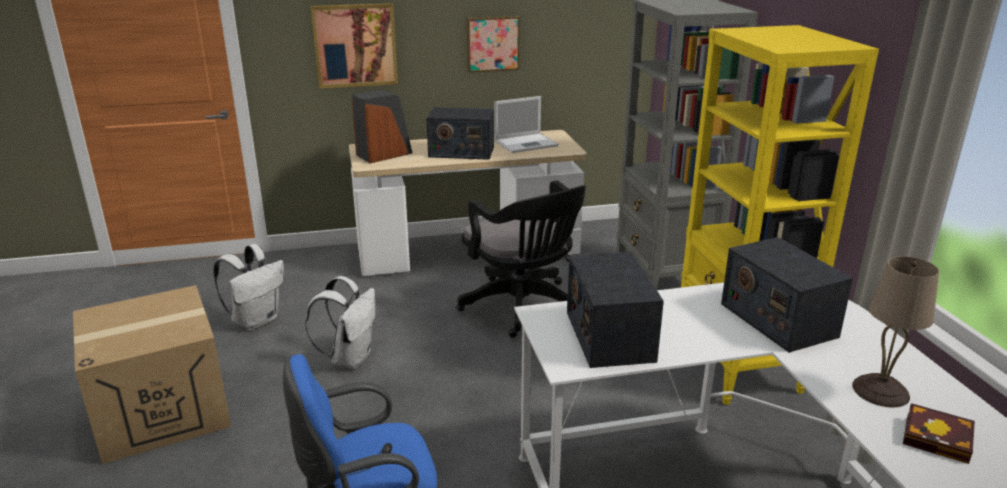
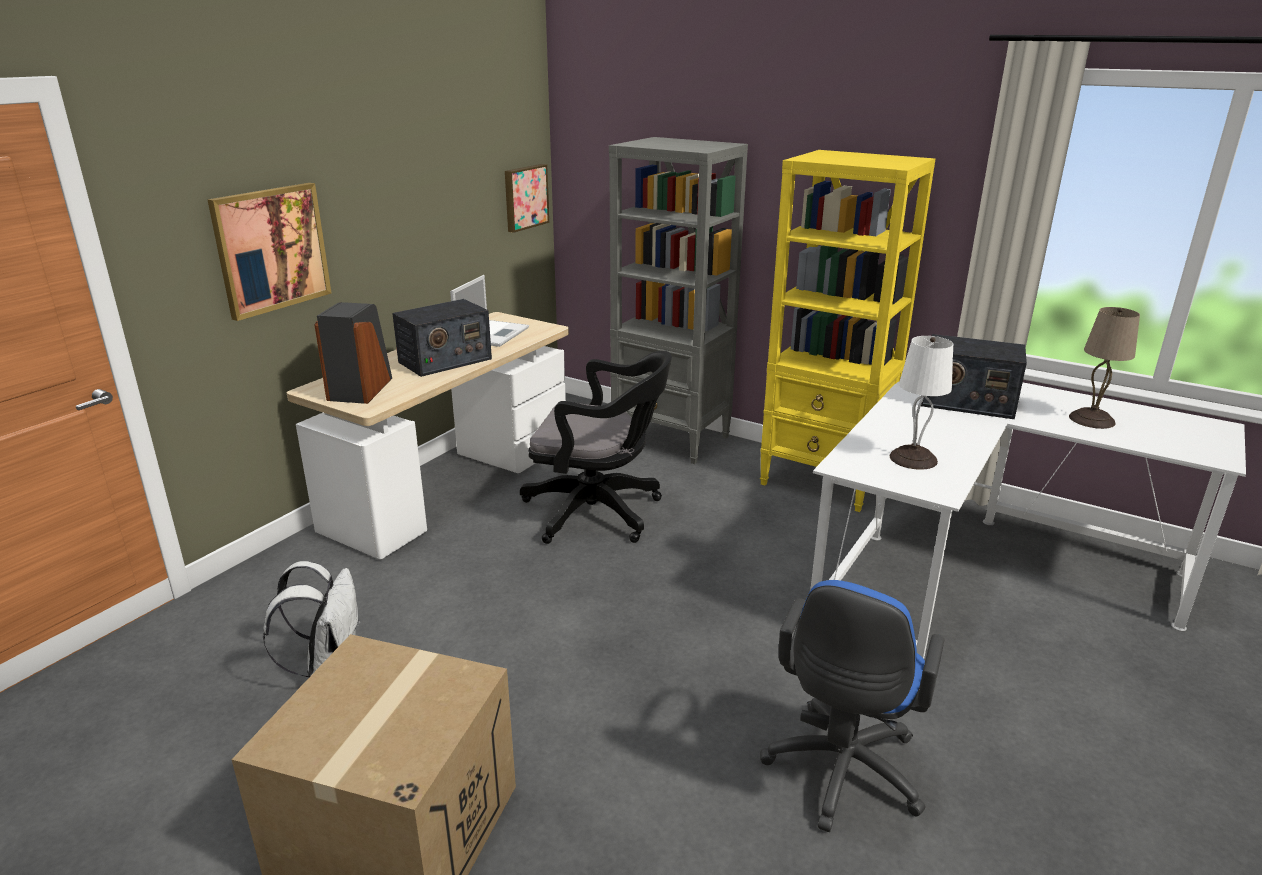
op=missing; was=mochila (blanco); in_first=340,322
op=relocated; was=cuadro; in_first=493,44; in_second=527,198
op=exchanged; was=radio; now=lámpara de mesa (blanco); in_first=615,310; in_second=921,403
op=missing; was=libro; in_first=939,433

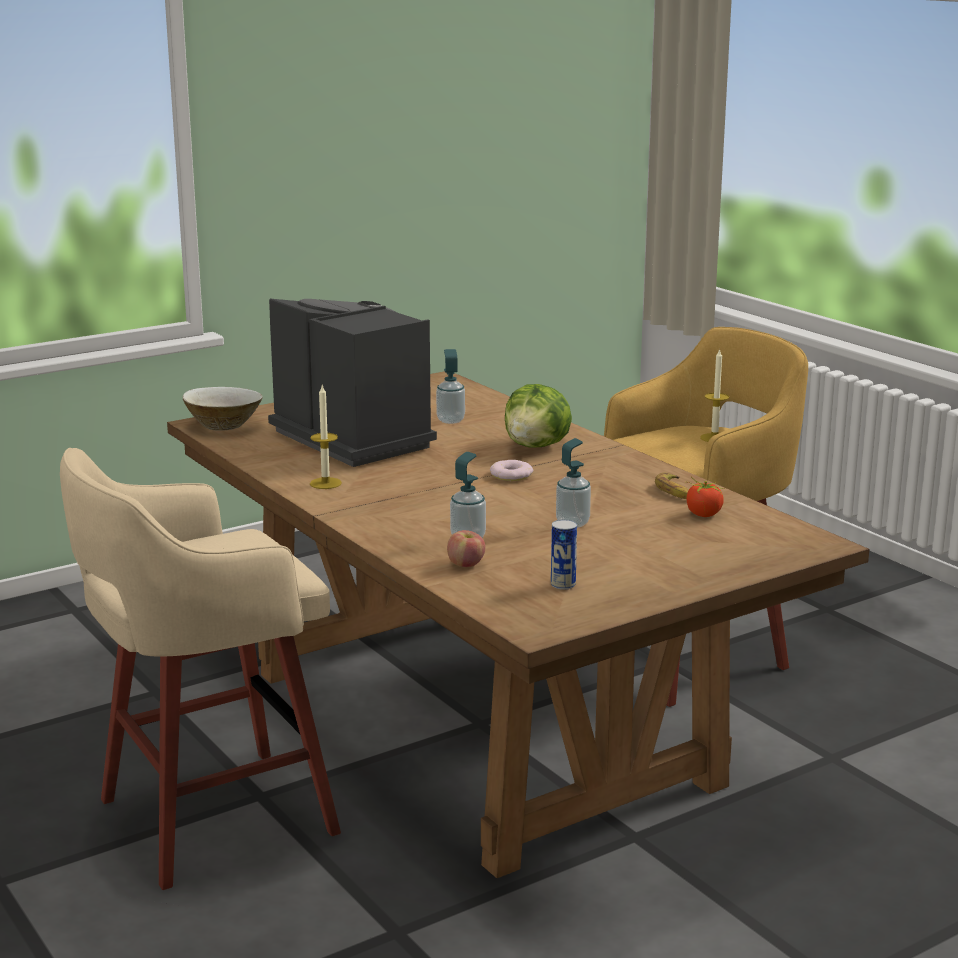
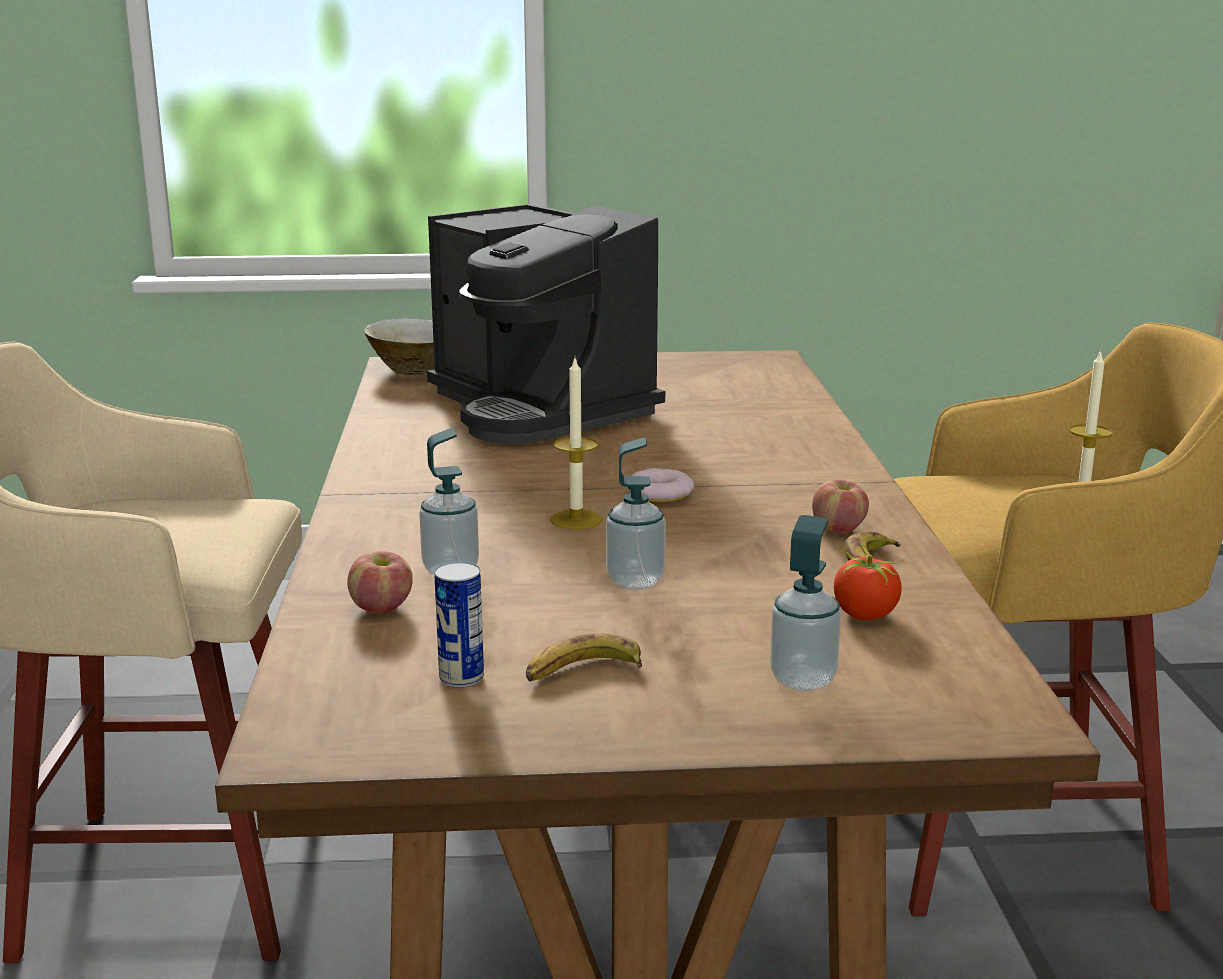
op=spun; was=cafetera; in_first=352,383; in_second=546,324; clockwise=150
op=relocated; was=vela; in_first=326,437; in_second=576,442
op=relocated; was=dispensador de jabón; in_first=450,386; in_second=805,603
op=missing; was=lechuga; in_first=538,415
op=appeared; now=plátano; in_second=584,657
op=appeared; now=manzana; in_second=840,506

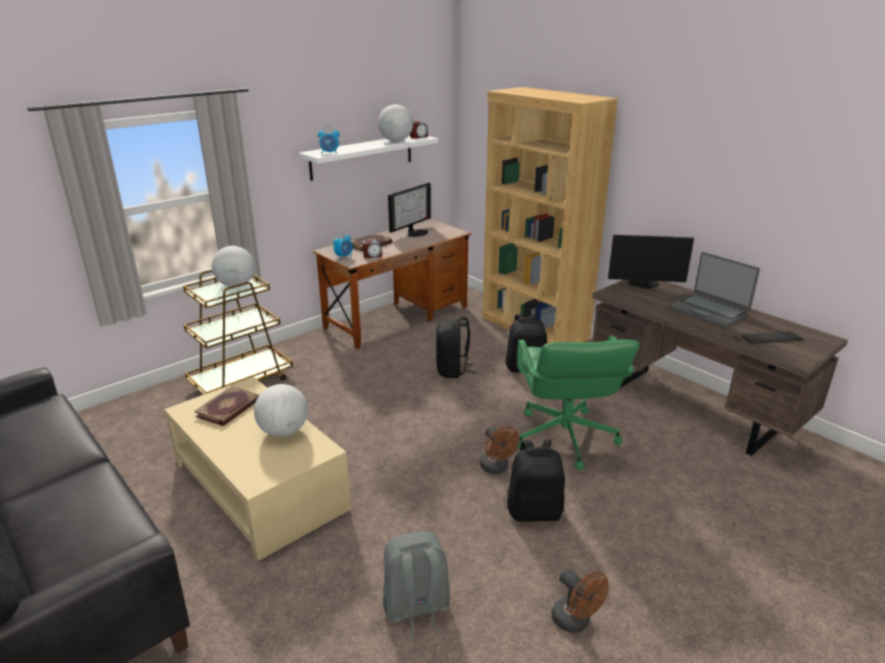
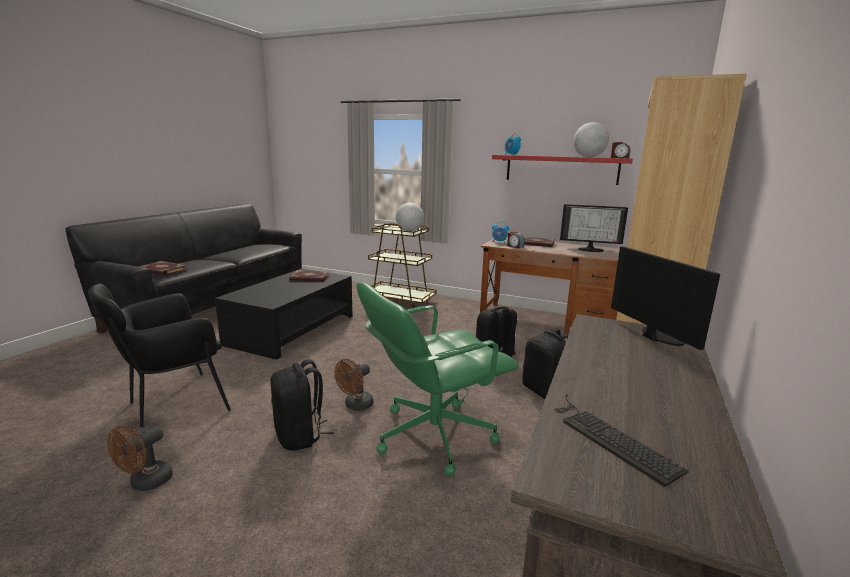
op=colour; was=mesa de centro (beis); now=mesa de centro (negro); in_first=257,468; in_second=283,314
op=missing; was=globo terráqueo; in_first=281,410
op=colour; was=estante (blanco); now=estante (rojo); in_first=368,158; in_second=562,170
op=exchanged; was=mochila (gris); now=sillón (negro); in_first=416,586; in_second=159,355
op=missing; was=portátil; in_first=715,290
op=appeared; now=libro; in_second=162,268

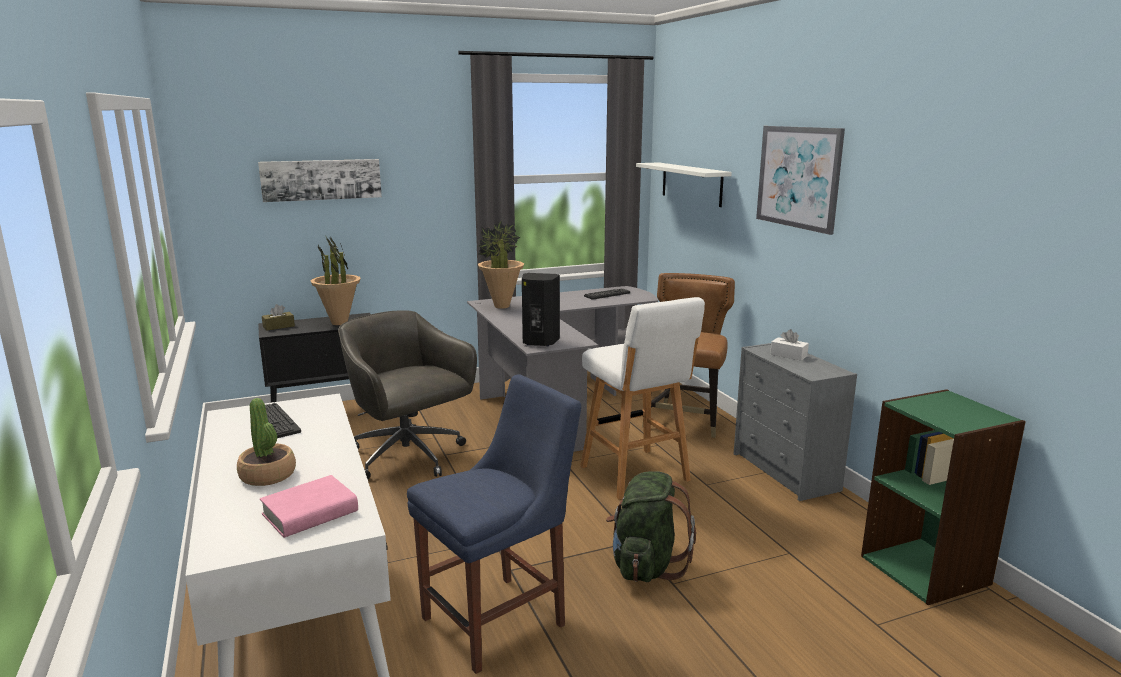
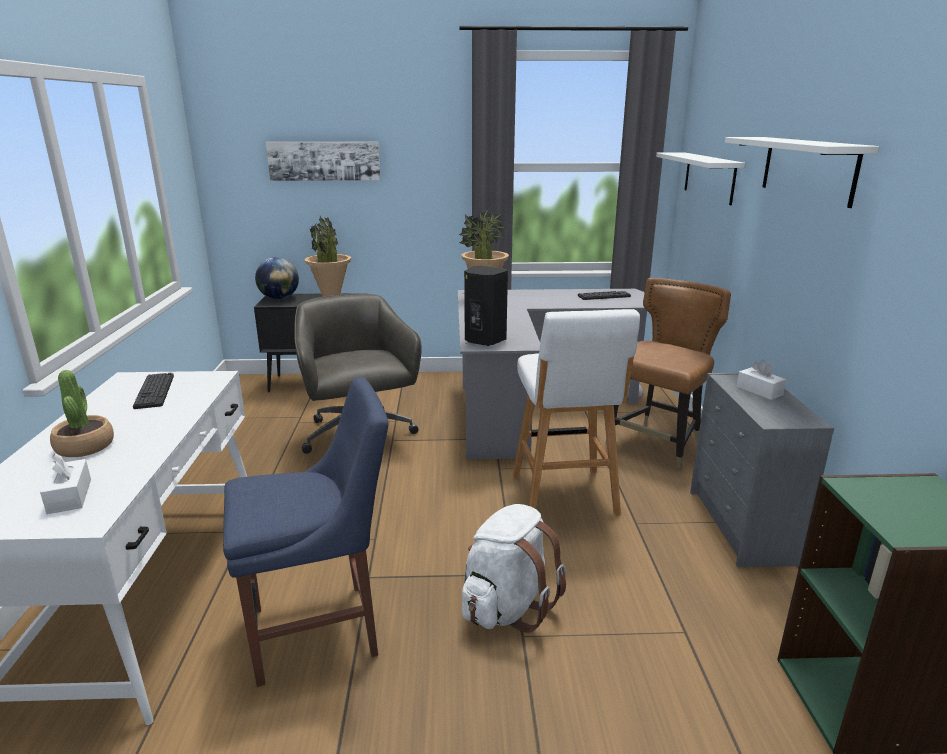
op=exchanged; was=libro (rosa); now=caja de pañuelos (blanco); in_first=309,506; in_second=65,483
op=exchanged; was=caja de pañuelos (marrón); now=globo terráqueo; in_first=278,317; in_second=277,278
op=colour; was=mochila (verde); now=mochila (blanco); in_first=651,526; in_second=514,568
op=exchanged; was=cuadro; now=estante (blanco); in_first=800,180; in_second=802,172

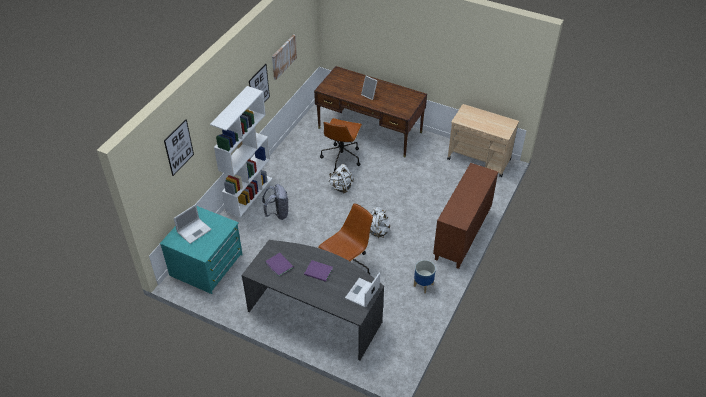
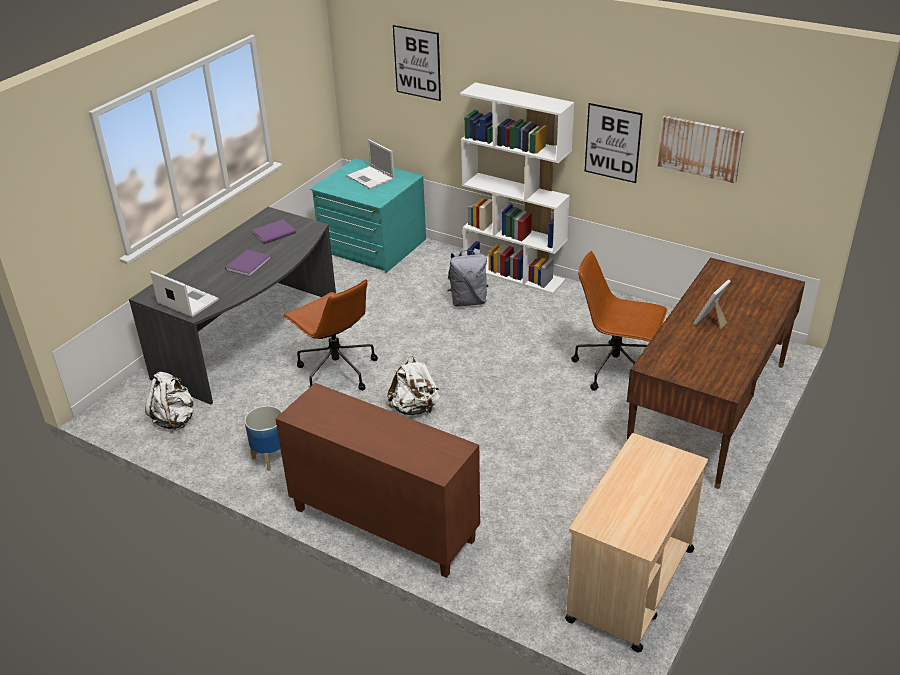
op=relocated; was=mochila (blanco); in_first=341,179; in_second=169,401

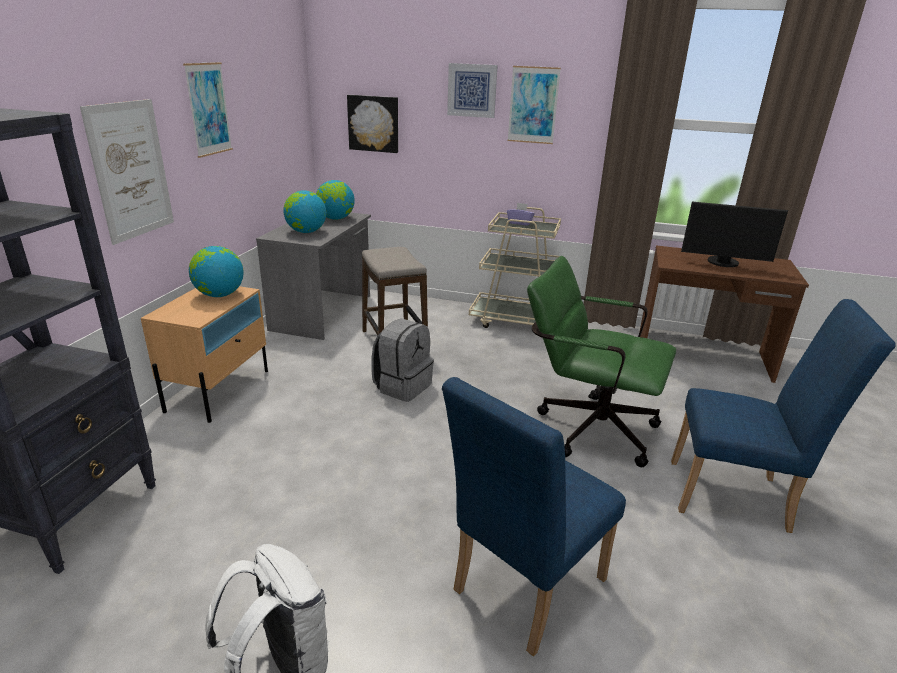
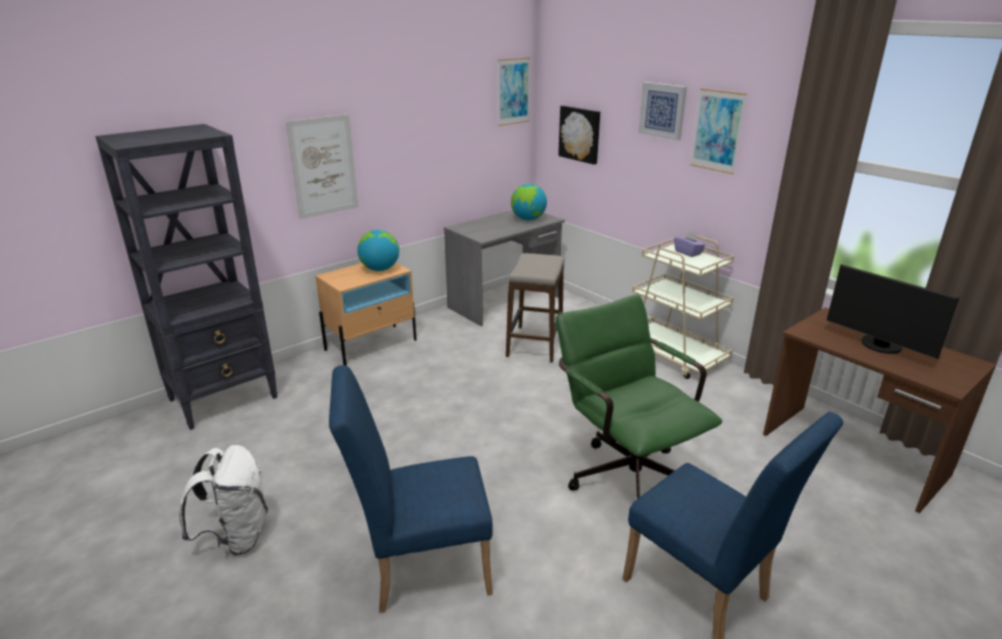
op=relocated; was=cuadro; in_first=208,110; in_second=514,91
op=missing; was=globo terráqueo; in_first=304,211
op=missing; was=mochila (gris); in_first=402,360

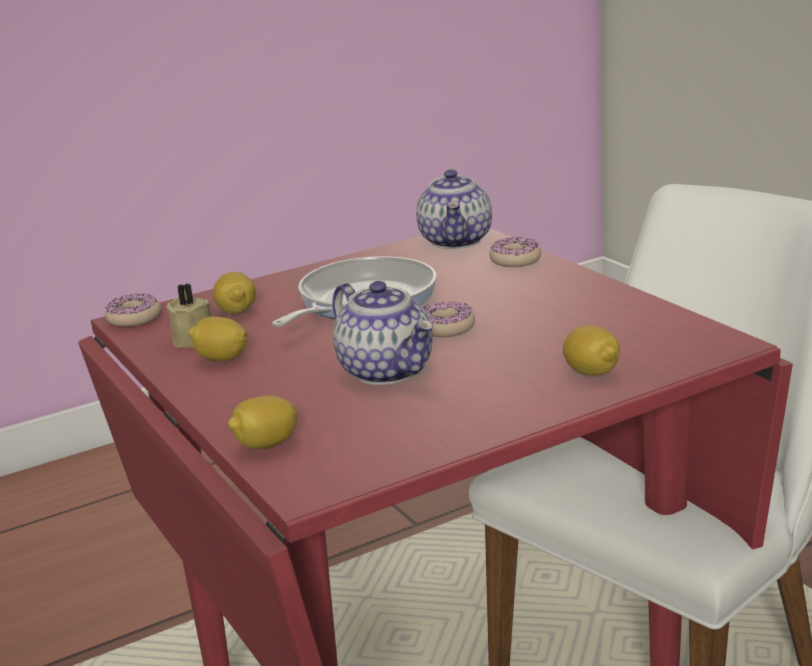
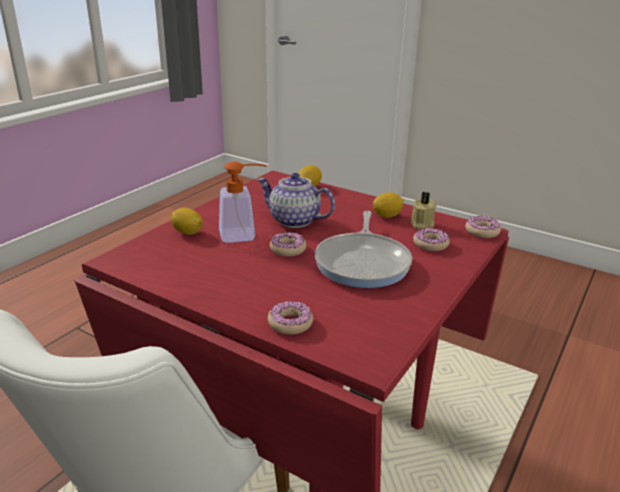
op=exchanged; was=limón; now=rosquilla; in_first=234,293; in_second=431,239
op=missing; was=tetera; in_first=454,209
op=appeared; now=dispensador de jabón; in_second=243,202

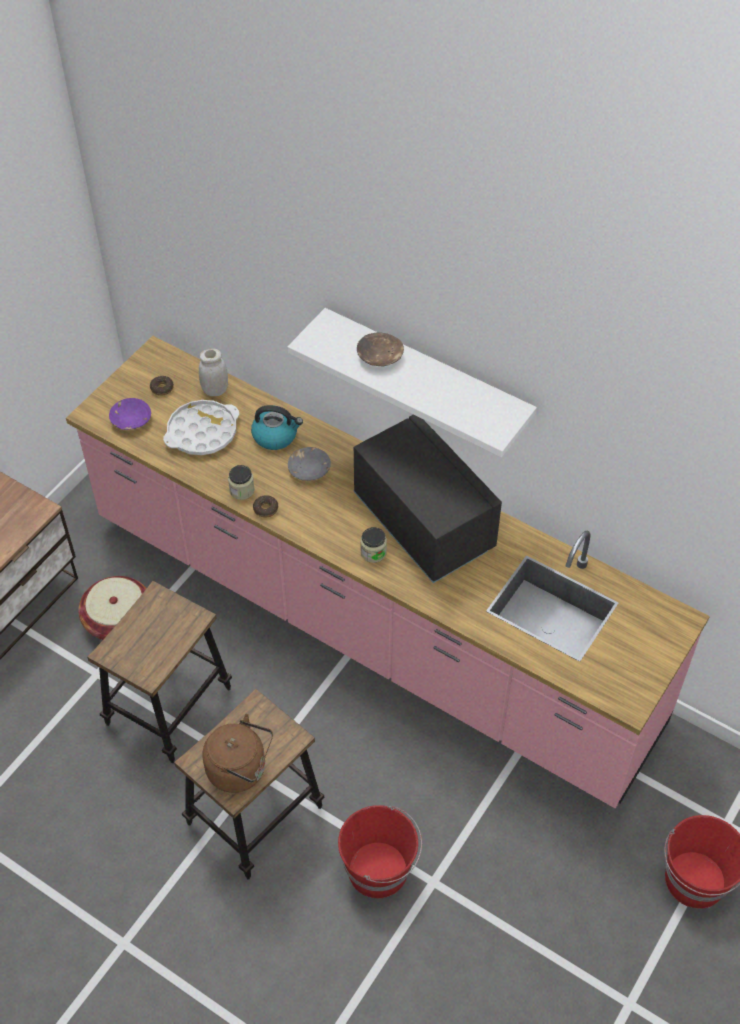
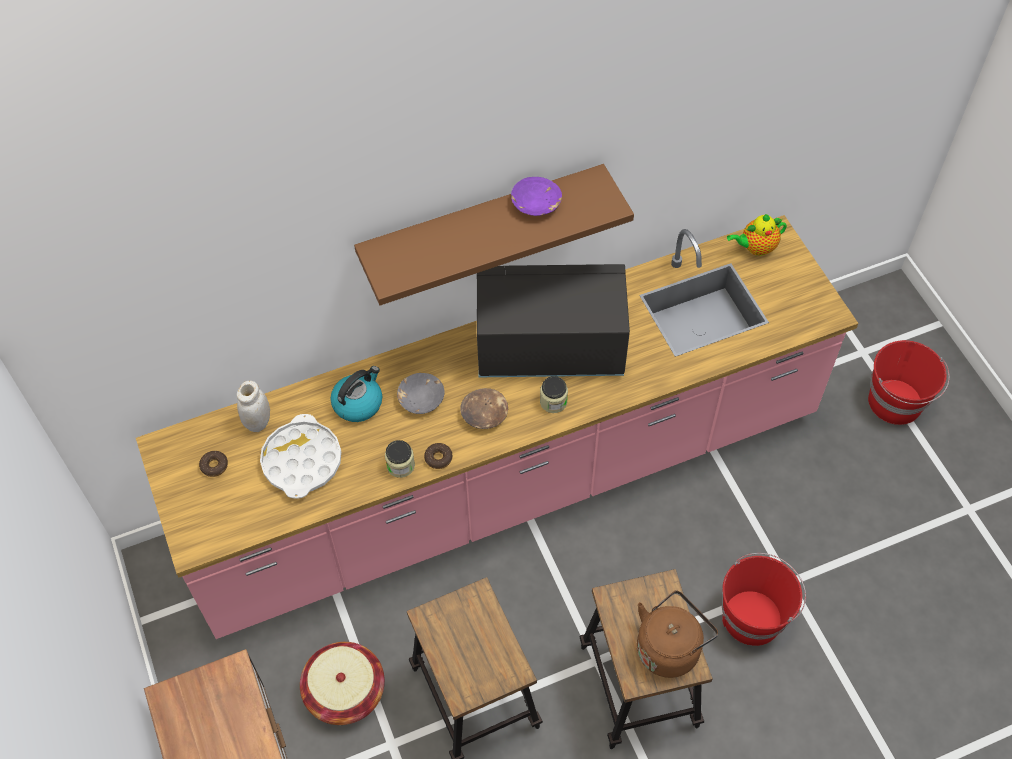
op=relocated; was=cuenco (morado); in_first=130,414; in_second=536,196
op=colour; was=estante (blanco); now=estante (marrón); in_first=412,382; in_second=494,235
op=relocated; was=cuenco (marrón); in_first=380,349; in_second=484,408
op=appeared; now=tetera; in_second=757,235

